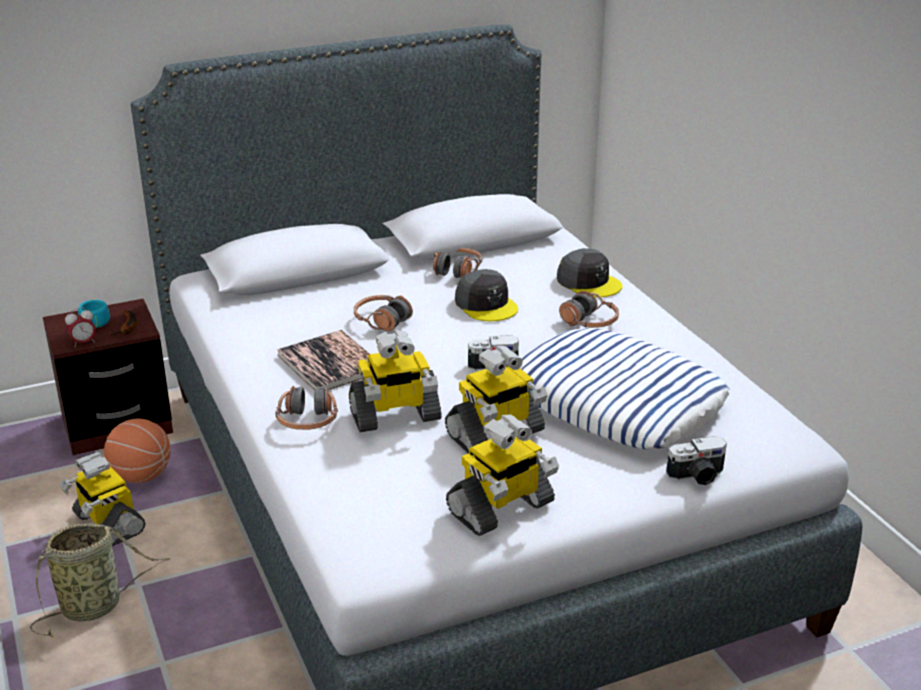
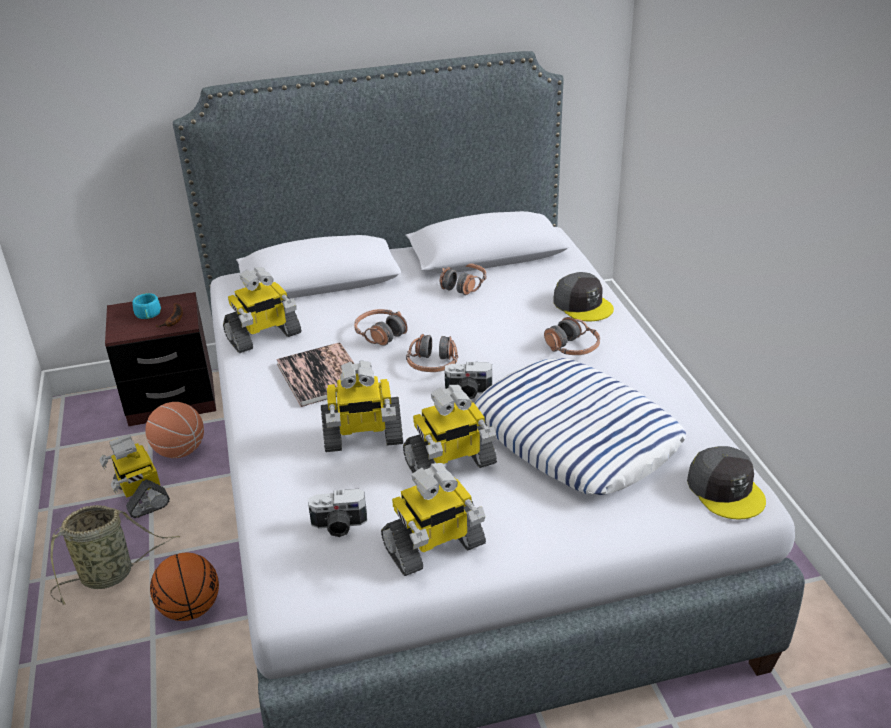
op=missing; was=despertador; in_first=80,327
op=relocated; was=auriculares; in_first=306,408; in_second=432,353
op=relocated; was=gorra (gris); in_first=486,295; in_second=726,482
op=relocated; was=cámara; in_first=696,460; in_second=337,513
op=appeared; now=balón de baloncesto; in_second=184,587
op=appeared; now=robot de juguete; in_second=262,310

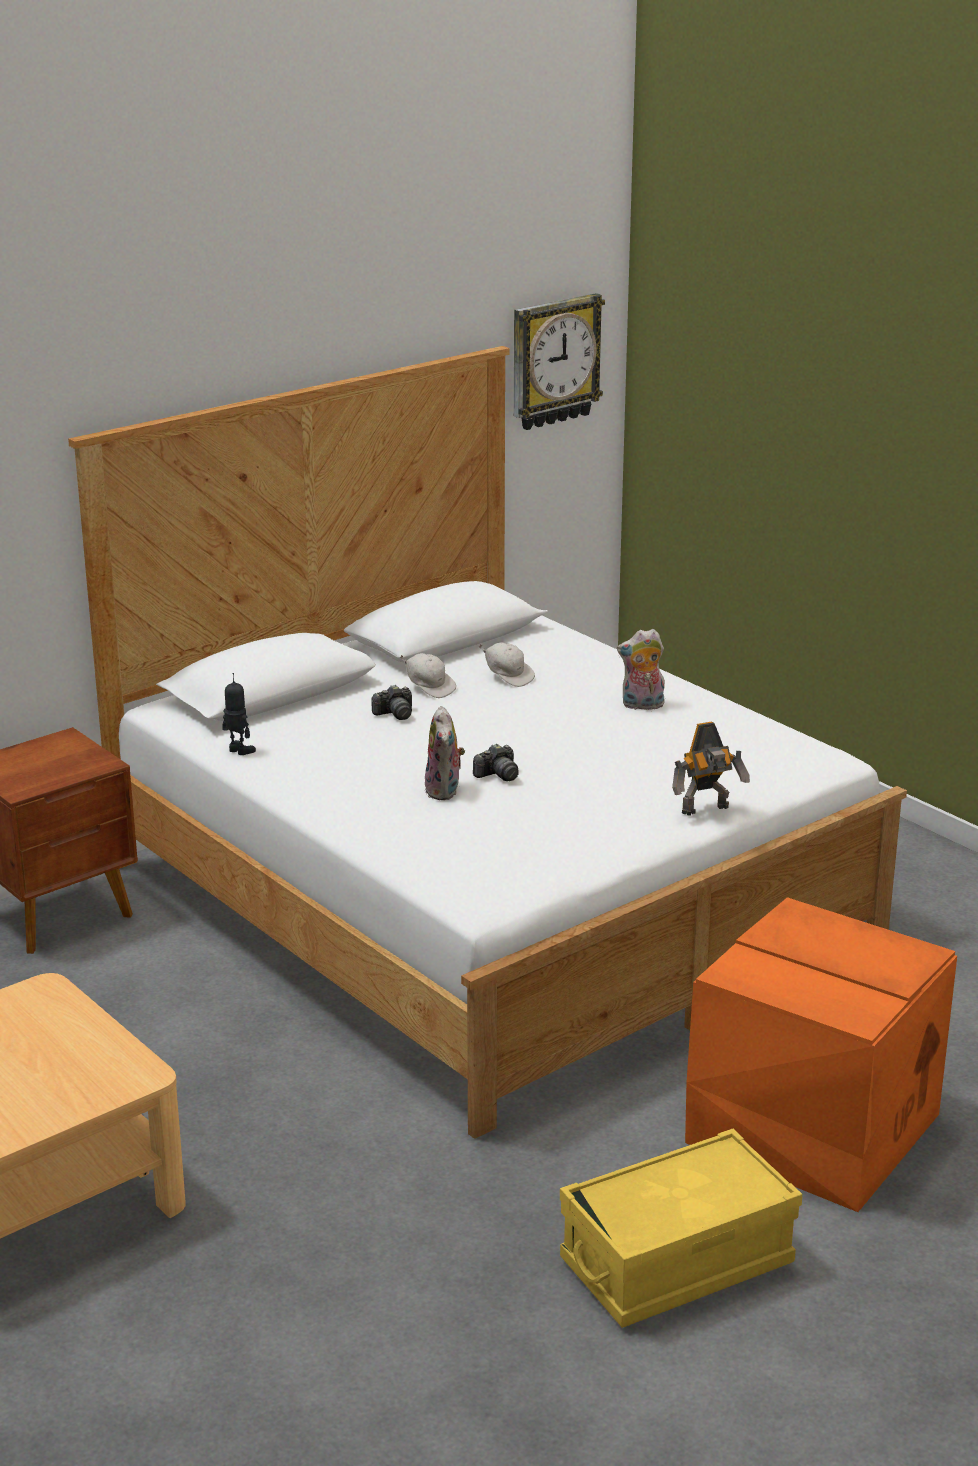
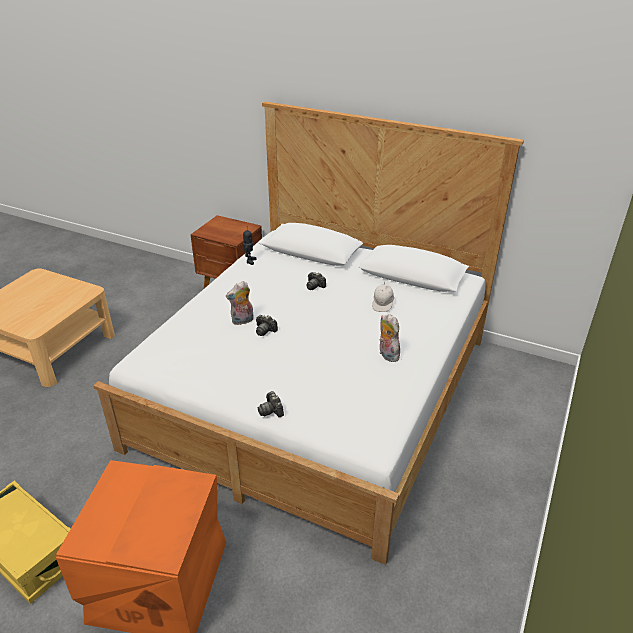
op=missing; was=gorra (blanco); in_first=427,675
op=missing; was=reloj de pared; in_first=559,361
op=exchanged; was=robot de juguete; now=cámara; in_first=711,768; in_second=270,404

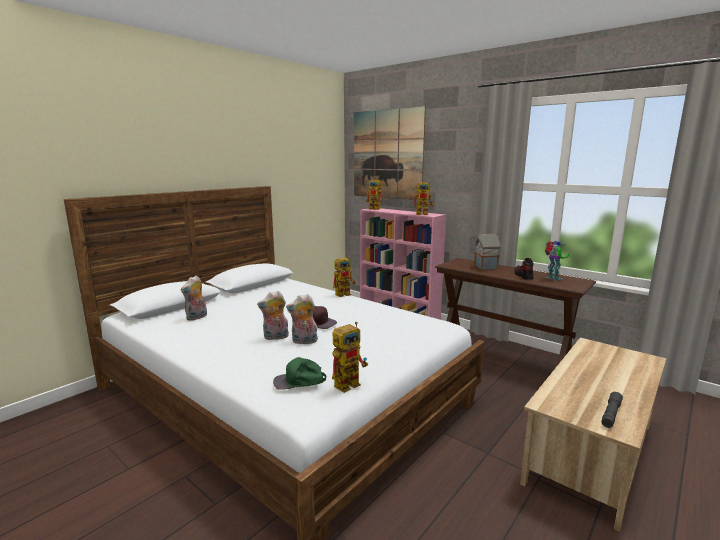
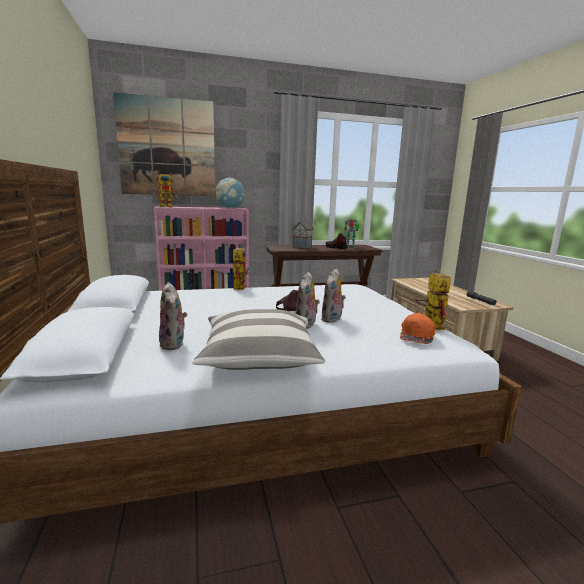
op=colour; was=gorra (verde); now=gorra (naranja); in_first=299,373; in_second=417,328
op=exchanged; was=robot de juguete; now=globo terráqueo; in_first=423,198; in_second=230,193
op=appeared; now=cojín; in_second=259,339

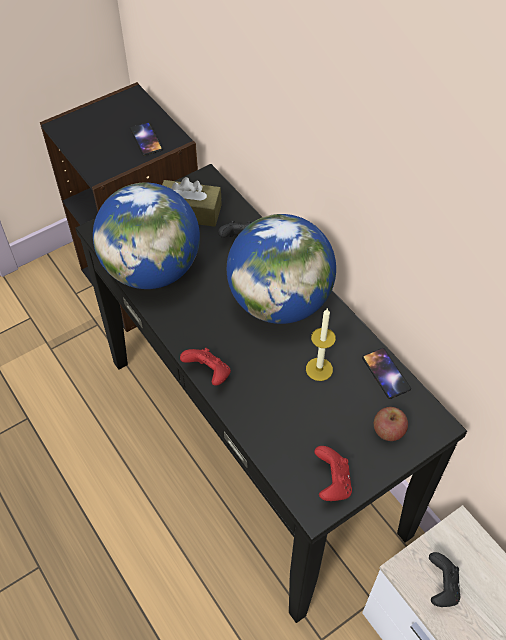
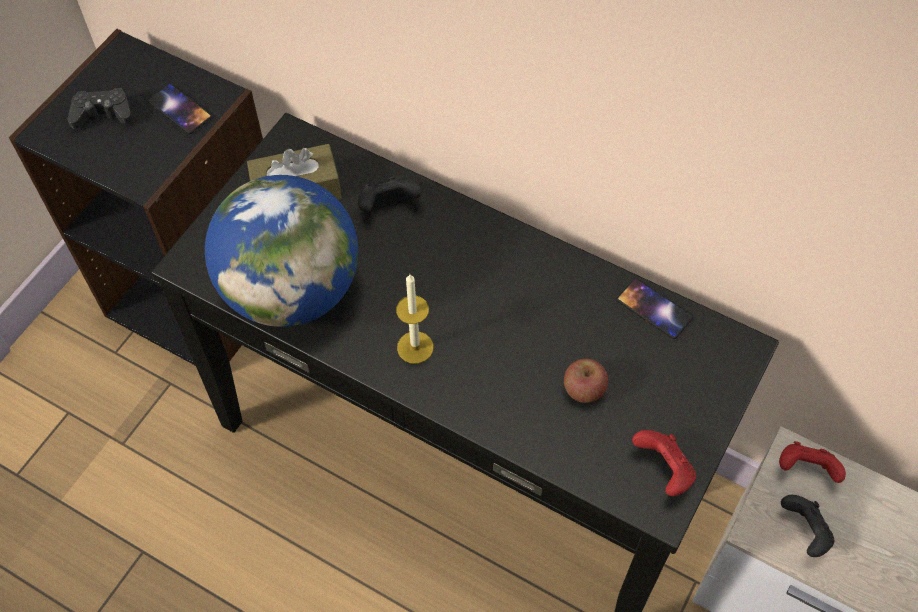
op=relocated; was=mando de consola (rojo); in_first=205,367; in_second=812,462
op=missing; was=globo terráqueo; in_first=281,269
op=relocated; was=vela; in_first=321,345; in_second=414,319
op=relocated; was=manzana; in_first=391,424; in_second=586,381
op=appeared; now=mando de consola (negro); in_second=100,108

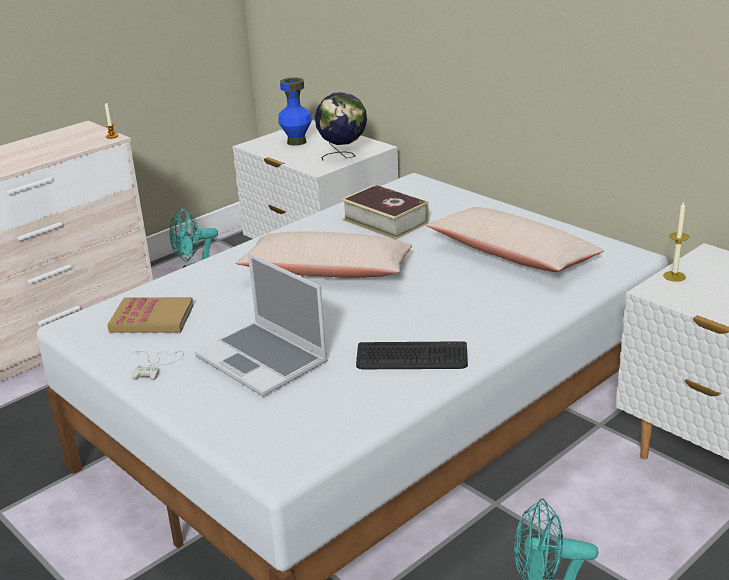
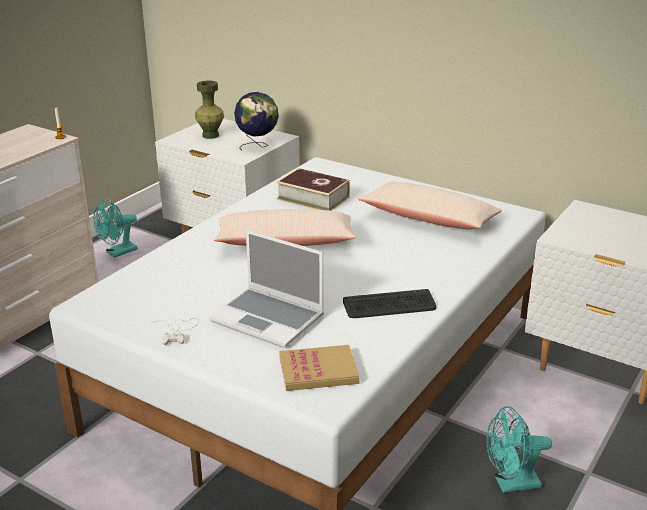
op=relocated; was=libro; in_first=151,315; in_second=319,368
op=colour; was=florero (azul); now=florero (verde); in_first=295,111; in_second=209,109
op=missing; was=vela; in_first=676,241

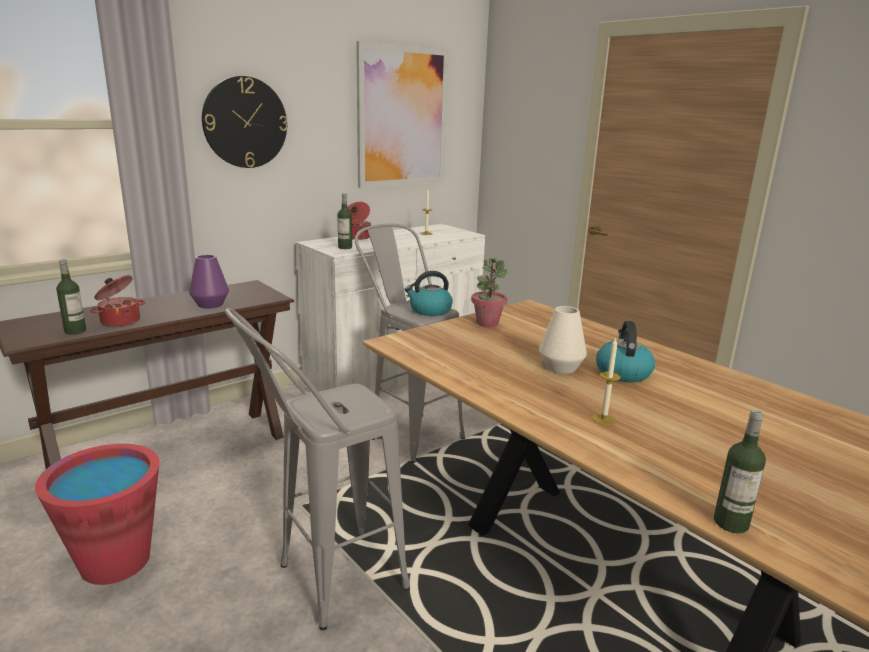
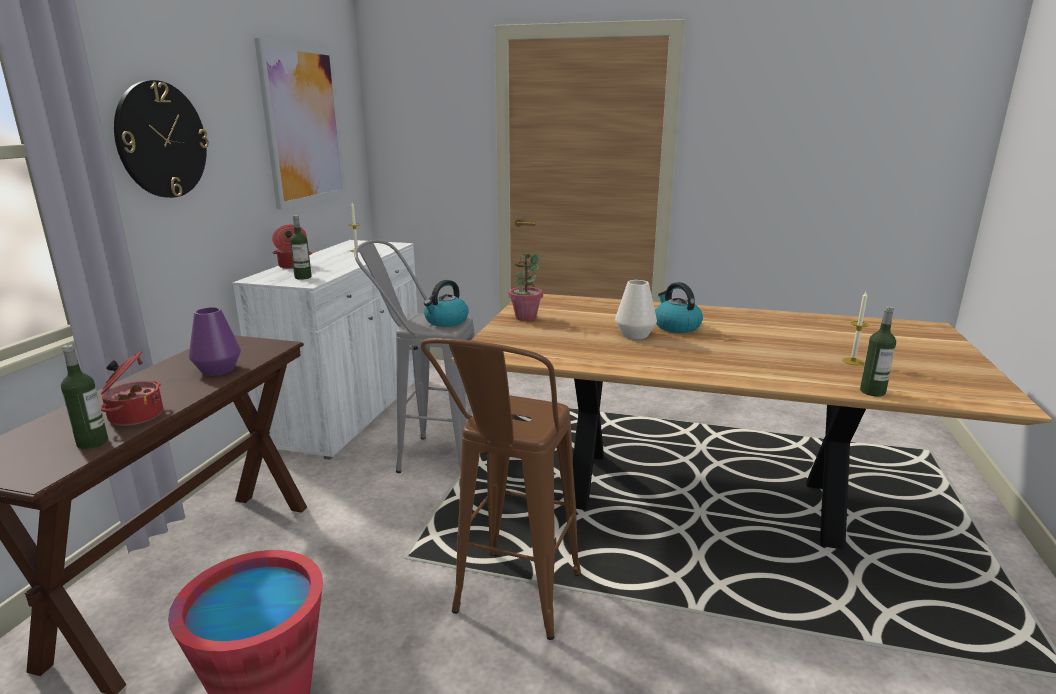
op=colour; was=taburete (gris); now=taburete (marrón); in_first=317,469; in_second=500,489
op=relocated; was=vela; in_first=606,381; in_second=855,328

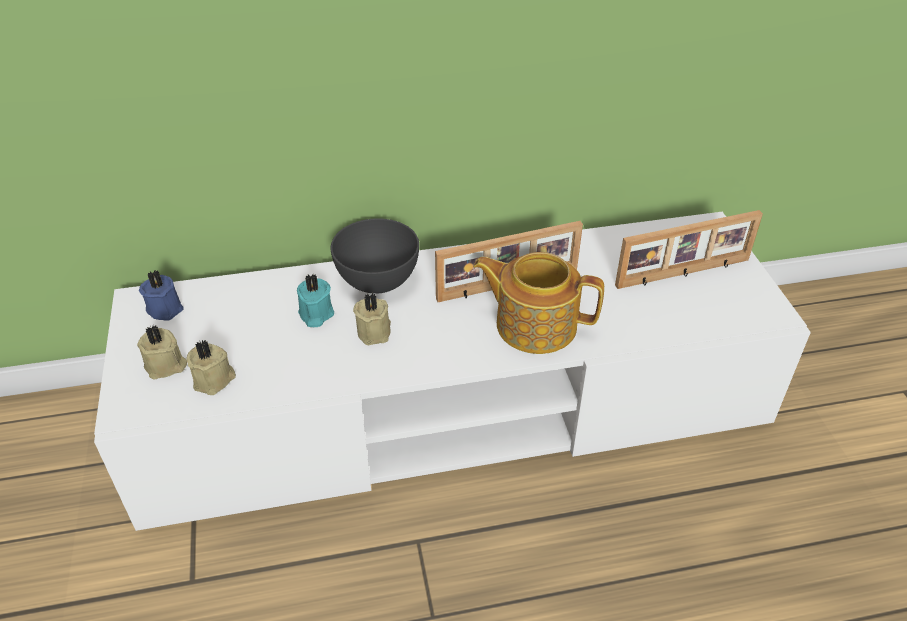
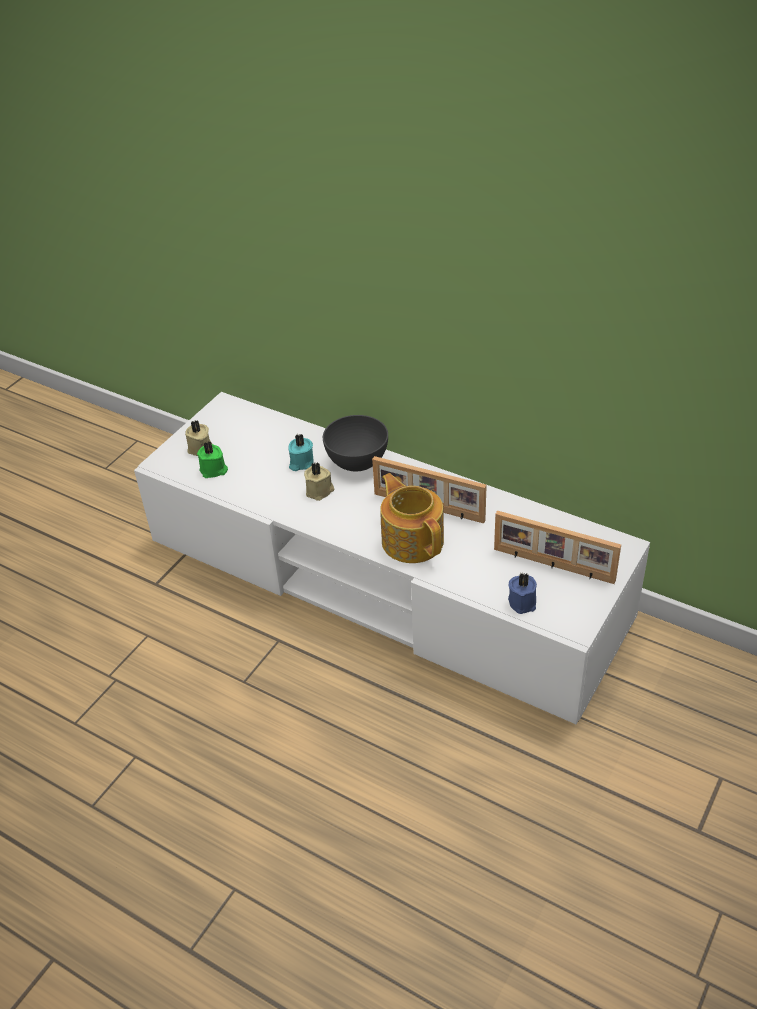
op=relocated; was=vela (azul); in_first=161,295; in_second=522,593
op=colour; was=vela (beis); now=vela (verde); in_first=211,367; in_second=212,459

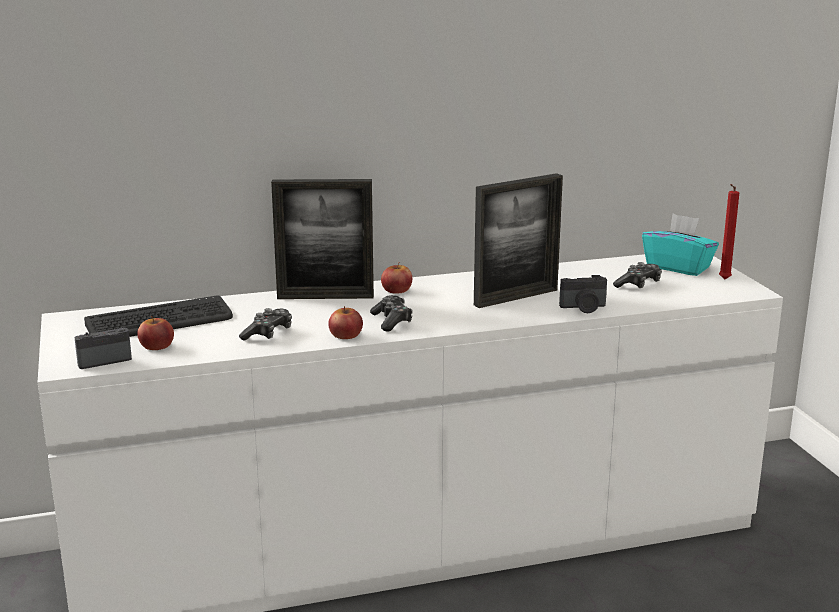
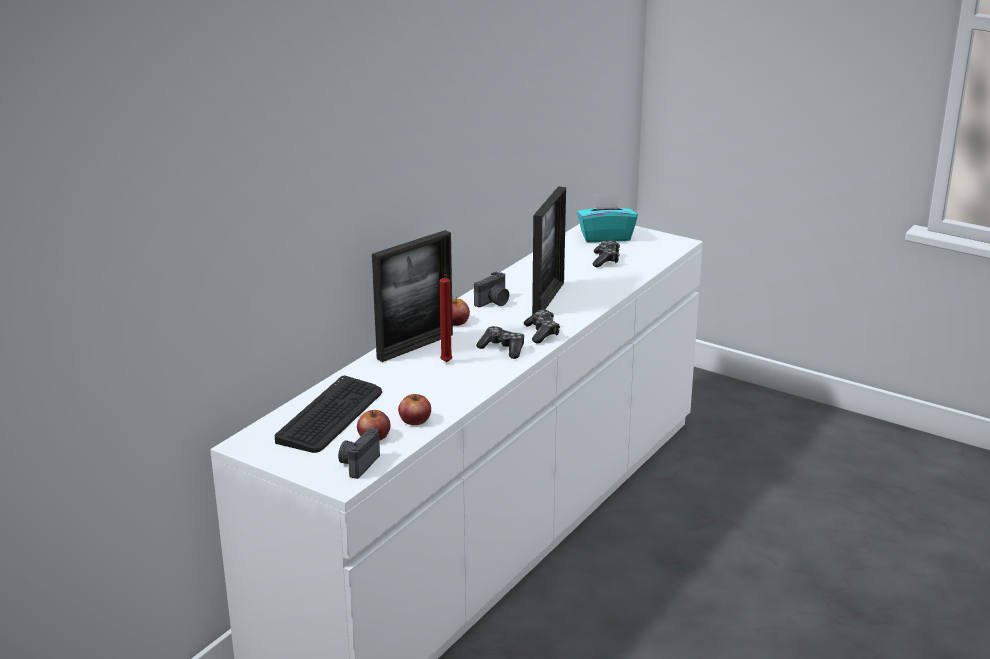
op=relocated; was=mando de consola; in_first=265,324; in_second=542,326
op=relocated; was=manzana; in_first=345,322; in_second=414,409
op=relocated; was=cámara; in_first=583,294; in_second=491,289
op=relocated; was=vela (rojo); in_first=729,231; in_second=446,318

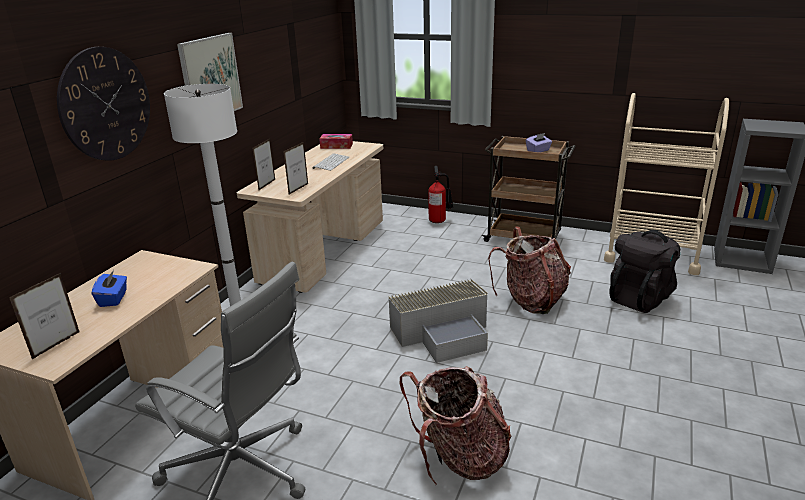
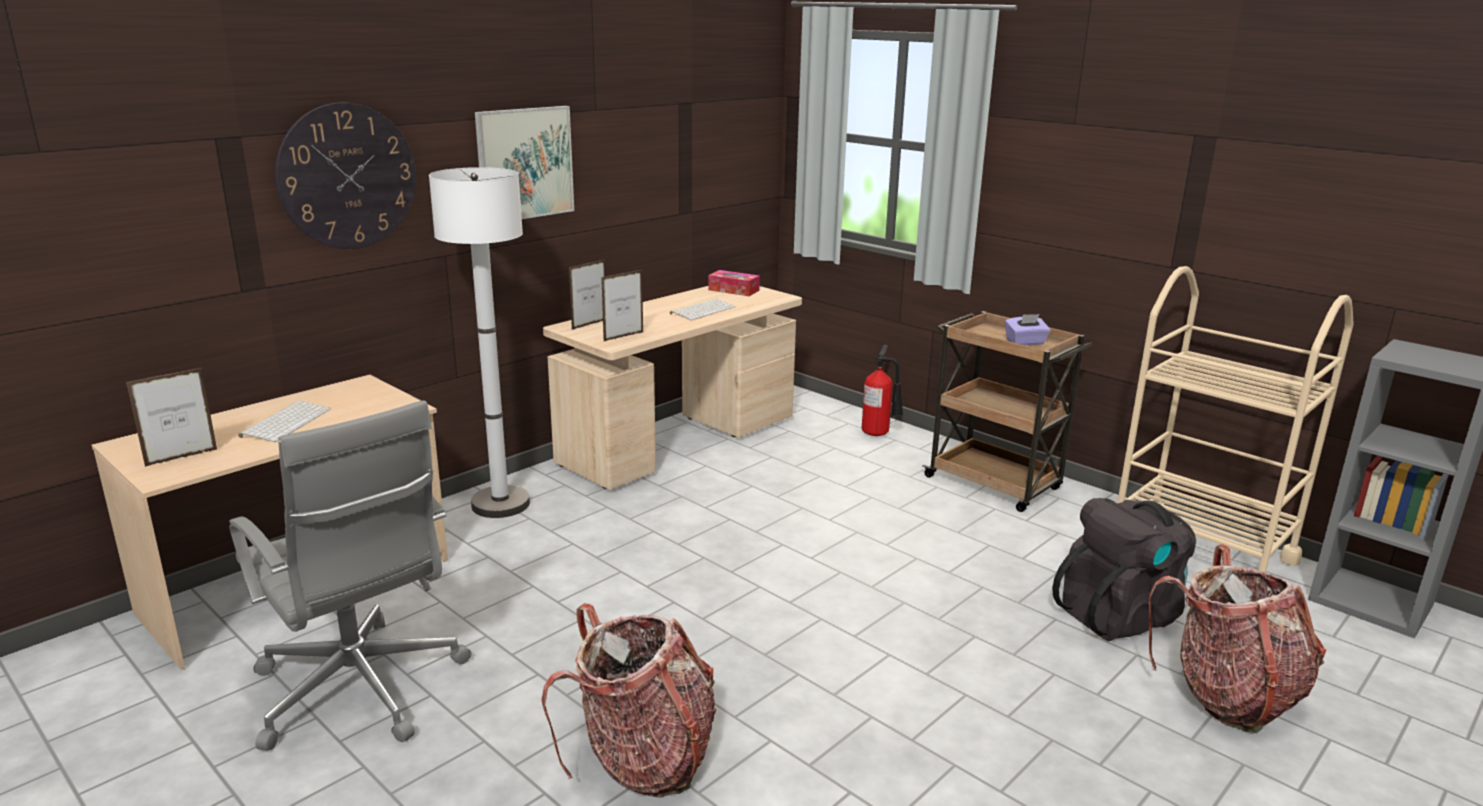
op=exchanged; was=caja de pañuelos (azul); now=teclado; in_first=109,288; in_second=284,421
op=missing; was=caja de almacenaje (gris); in_first=438,321
op=relocated; was=mochila; in_first=529,270; in_second=1237,639

